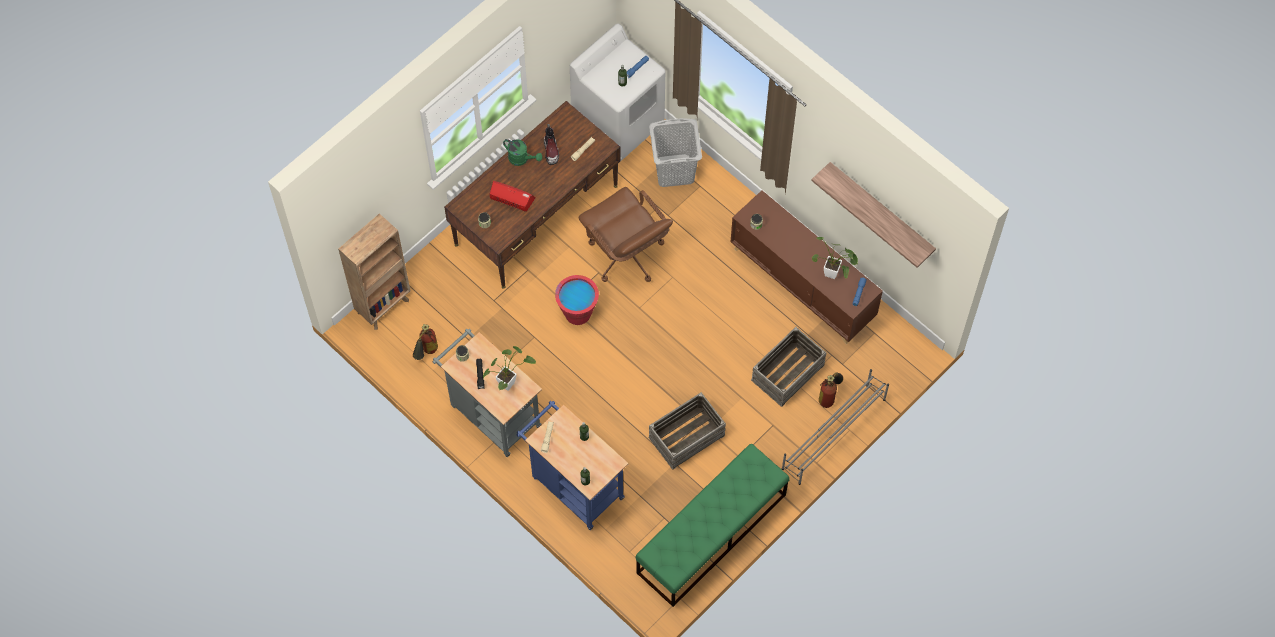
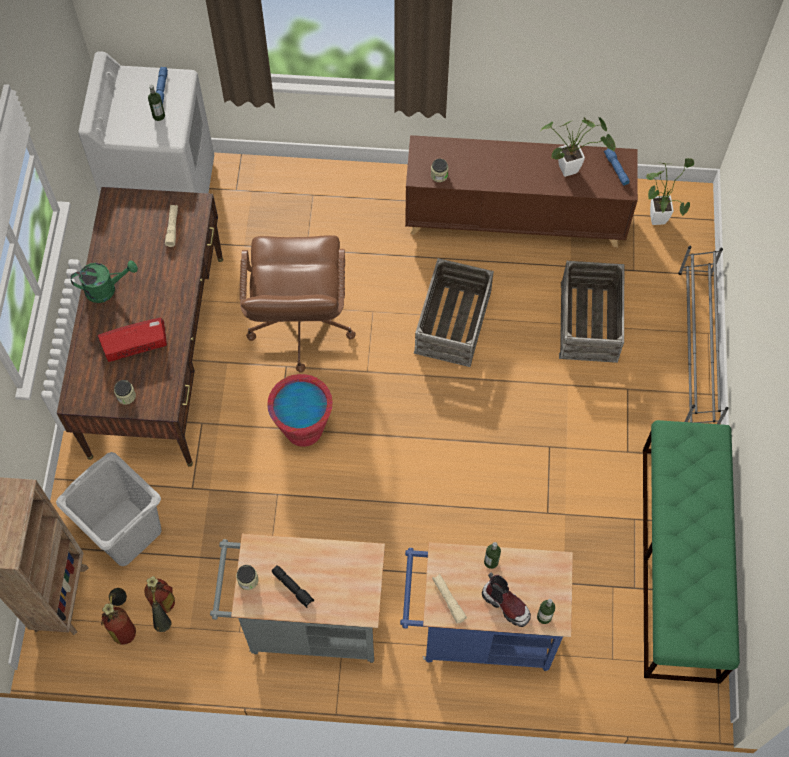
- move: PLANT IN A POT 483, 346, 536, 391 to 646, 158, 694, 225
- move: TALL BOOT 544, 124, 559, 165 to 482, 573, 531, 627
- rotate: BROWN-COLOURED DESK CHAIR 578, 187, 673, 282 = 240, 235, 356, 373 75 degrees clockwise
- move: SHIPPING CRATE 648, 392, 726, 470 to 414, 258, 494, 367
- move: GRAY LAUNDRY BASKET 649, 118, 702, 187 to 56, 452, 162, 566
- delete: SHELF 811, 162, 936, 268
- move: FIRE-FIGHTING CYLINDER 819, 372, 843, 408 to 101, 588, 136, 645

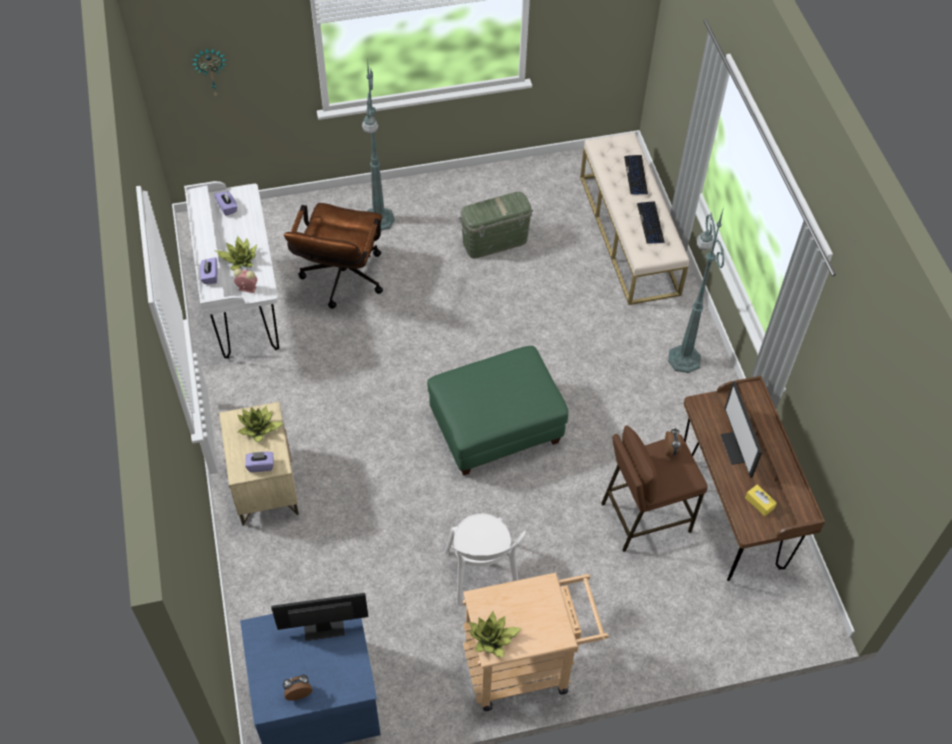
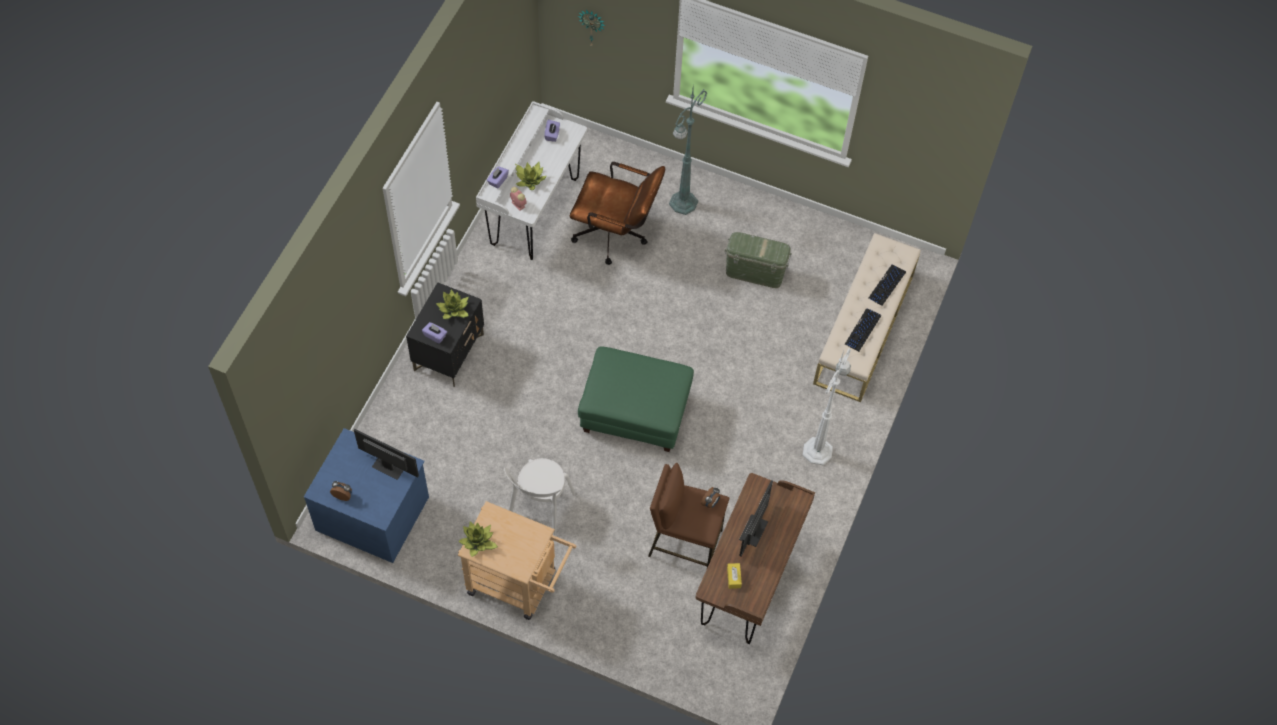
- recolor: BEIGE NIGHTSTAND 219, 402, 299, 526 to BLACK NIGHTSTAND 406, 282, 484, 387
- rotate: BROWN-COLOURED DESK CHAIR 284, 203, 383, 309 = 570, 162, 665, 265 120 degrees counterclockwise
- recolor: GREEN-COLOURED STANDARD LAMP 668, 207, 724, 373 to WHITE STANDARD LAMP 803, 348, 851, 465

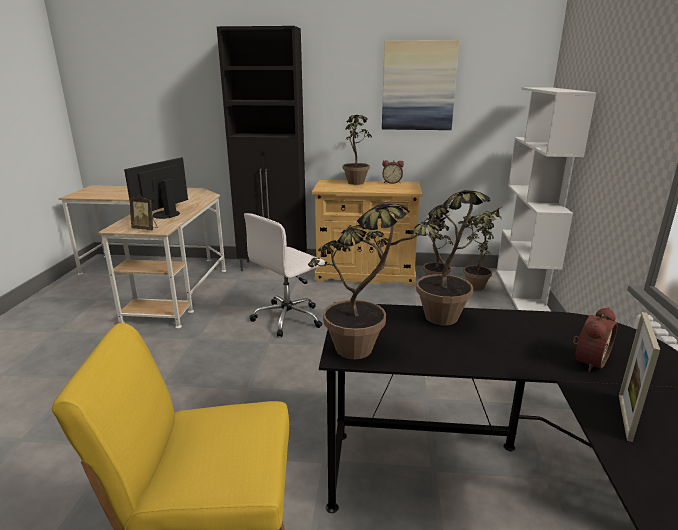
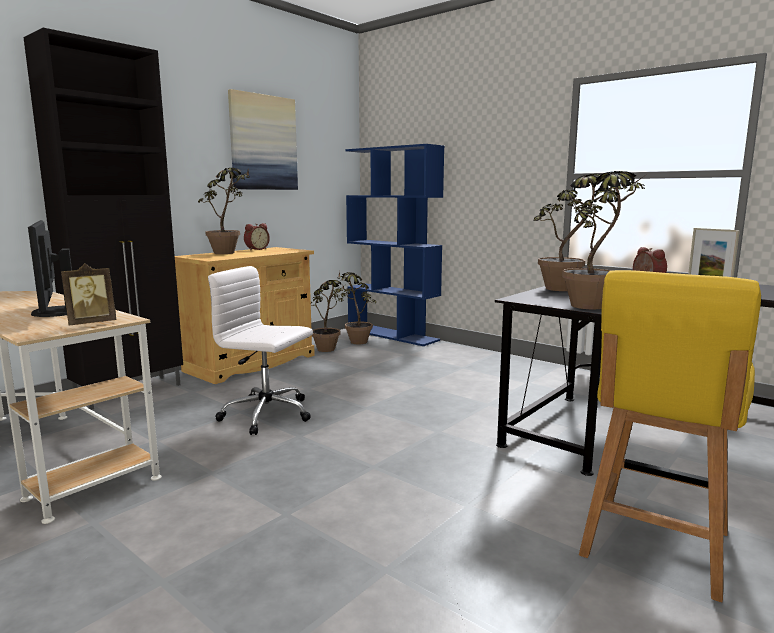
- rotate: WHITE DESK CHAIR 244, 213, 325, 337 = 208, 266, 313, 435 120 degrees clockwise
- recolor: WHITE BOOKCASE 497, 87, 596, 311 to BLUE-COLOURED BOOKCASE 345, 144, 444, 346

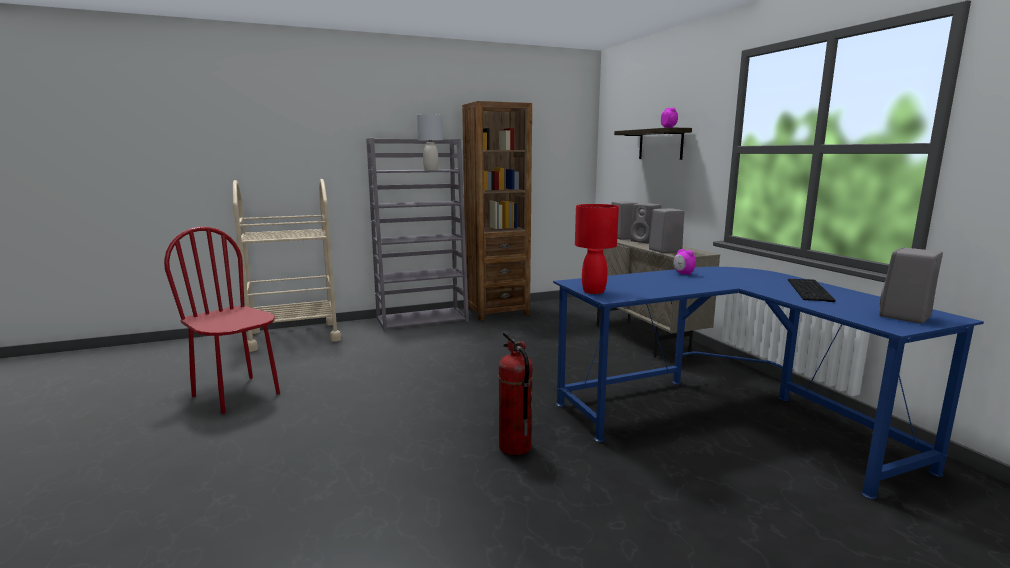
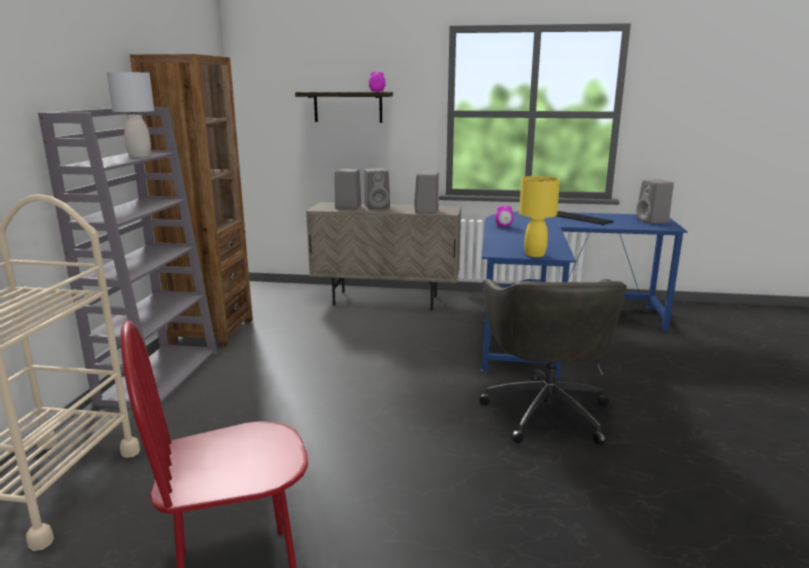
- replace: FIRE-FIGHTING CYLINDER 498, 331, 533, 455 to GRAY DESK CHAIR 479, 279, 627, 445
- recolor: RED-COLOURED LAMP FOR A TABLE 575, 204, 619, 294 to YELLOW-COLOURED LAMP FOR A TABLE 519, 176, 560, 257

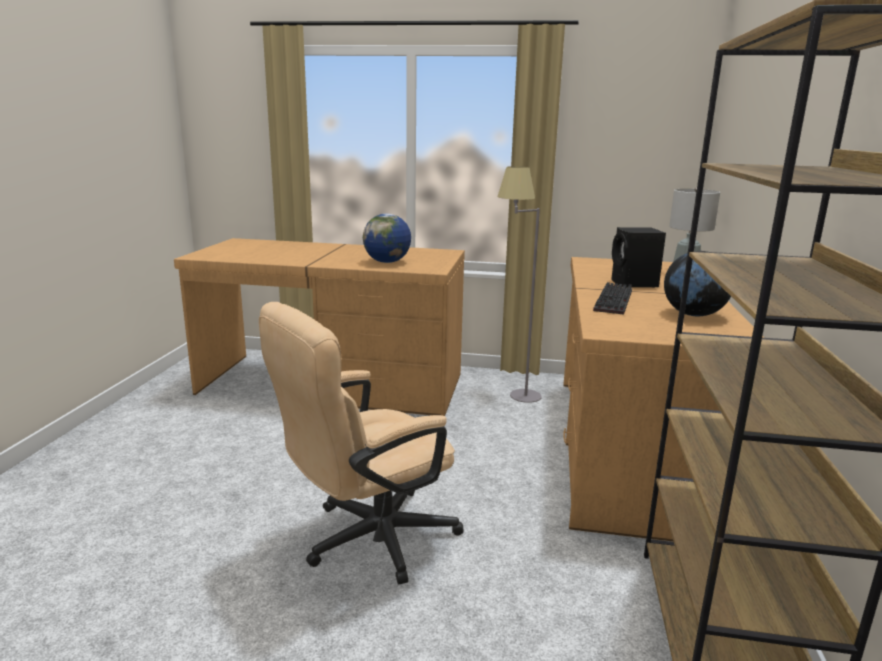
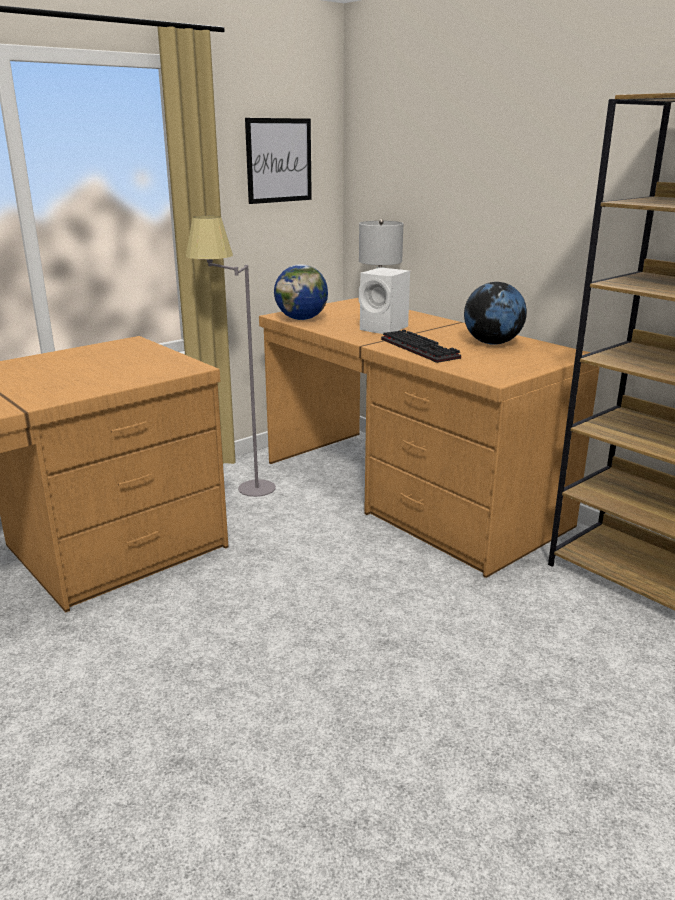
- delete: BEIGE DESK CHAIR 259, 302, 463, 584
- move: GLOBE 363, 214, 411, 263 to 274, 264, 328, 320
- recolor: BLACK AUDIO SPEAKER 611, 227, 666, 288 to WHITE AUDIO SPEAKER 359, 267, 410, 334
- insert: WALL PICTURE 245, 118, 312, 204

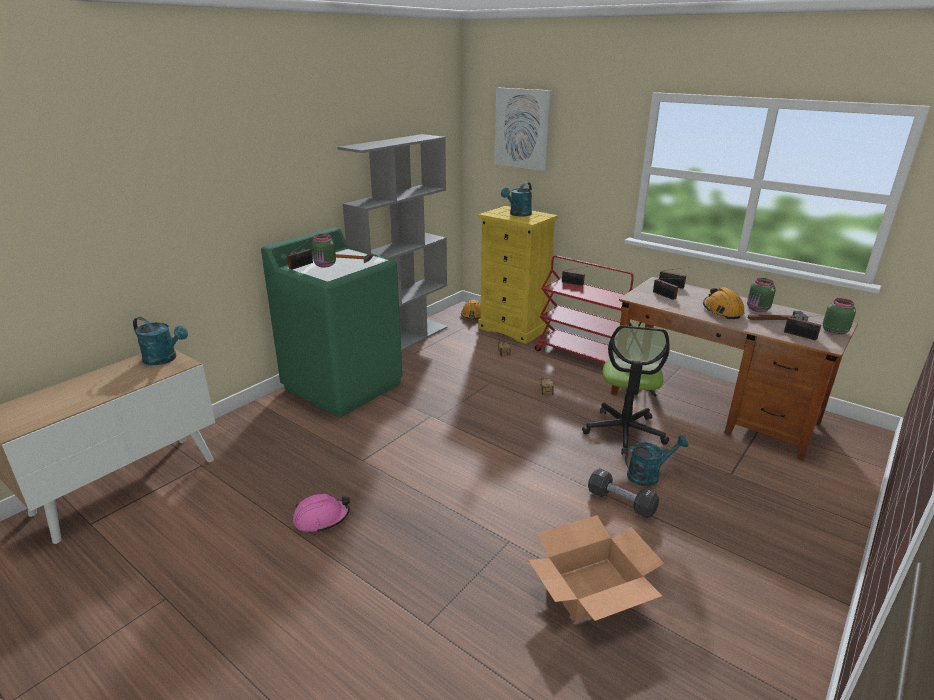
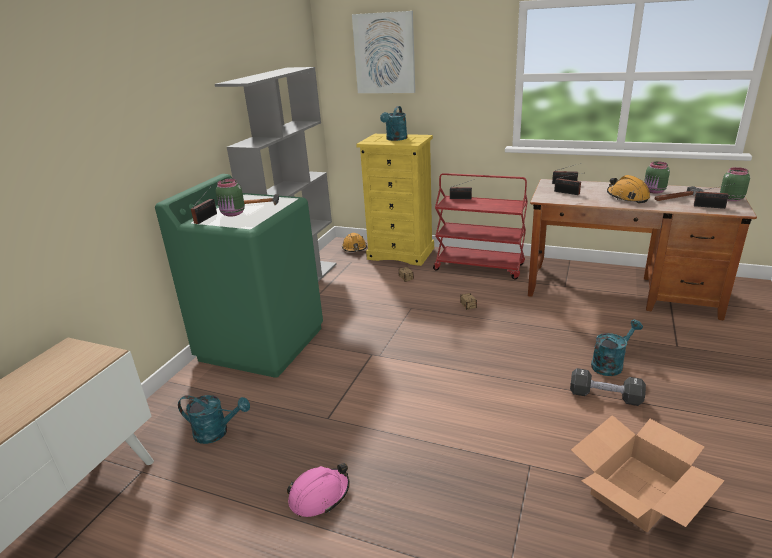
- move: BLUE-GREEN SPRINKLING CAN 133, 317, 188, 365 to 178, 395, 250, 444
- delete: DESK CHAIR 582, 325, 670, 455

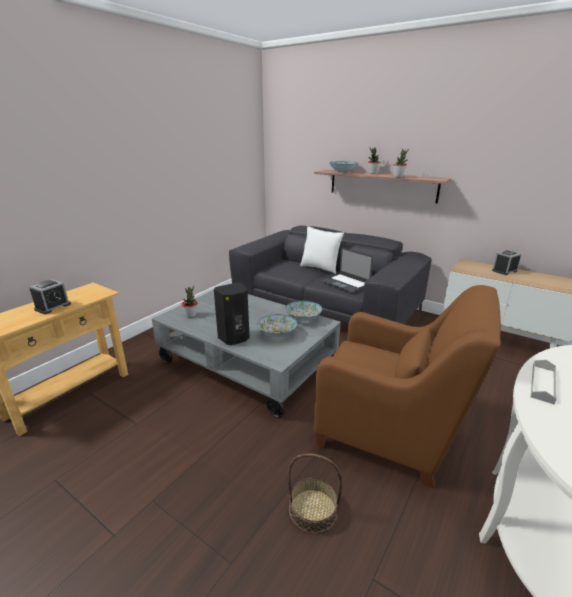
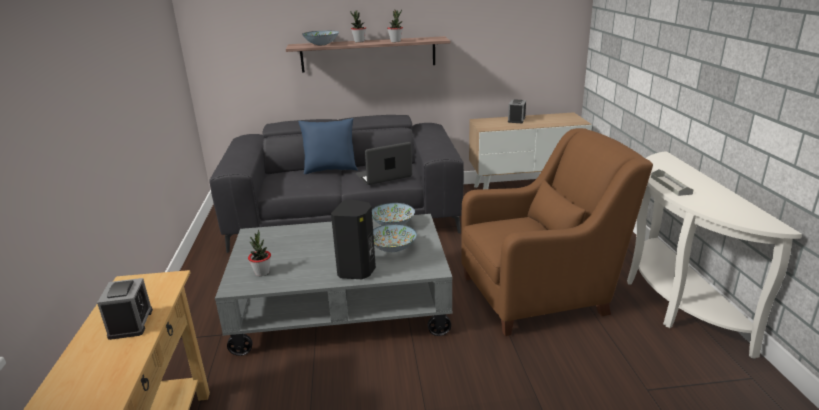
- delete: STORAGE BASKET 288, 454, 342, 534
- recolor: WHITE THROW PILLOW 300, 226, 344, 274 to BLUE-COLOURED THROW PILLOW 298, 118, 358, 174
- rotate: PORTABLE COMPUTER 322, 247, 373, 292 = 356, 142, 412, 185 150 degrees clockwise

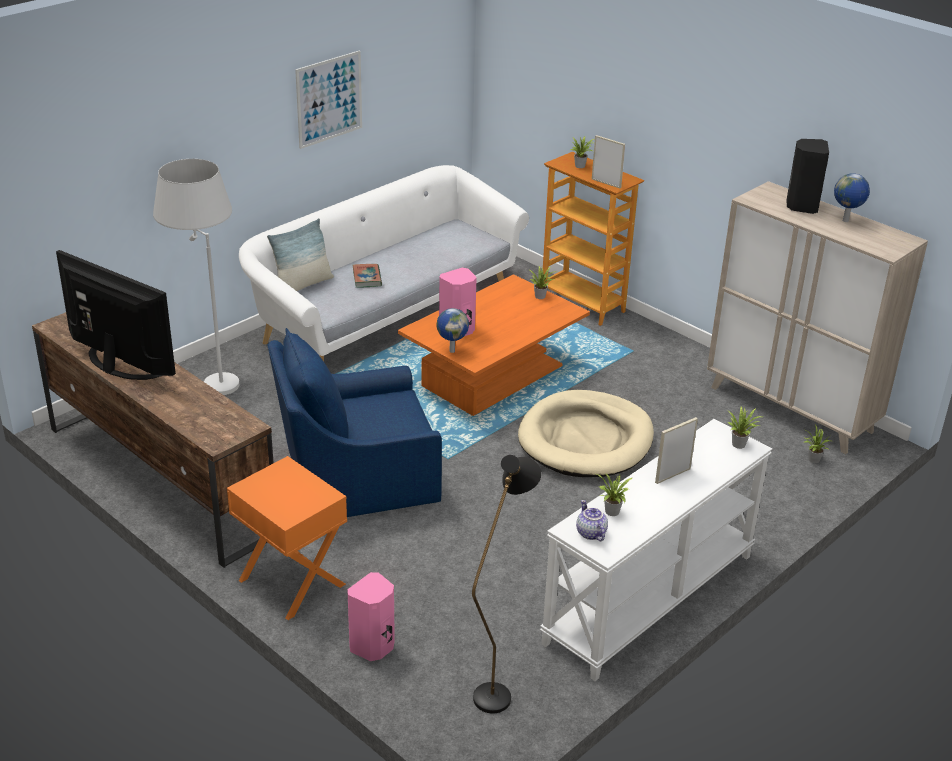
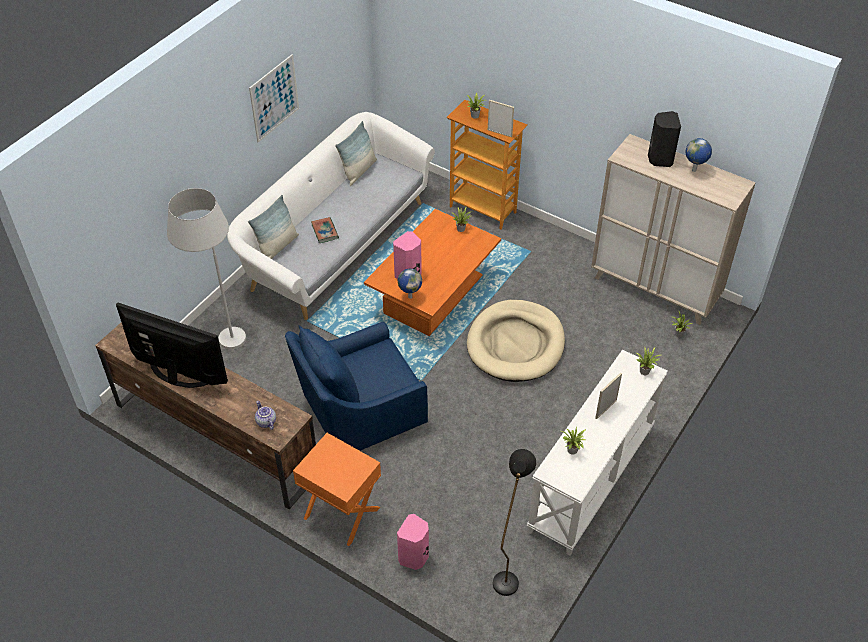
- move: TEA POT 576, 500, 608, 541 to 255, 401, 276, 430
- insert: THROW PILLOW 335, 121, 377, 186

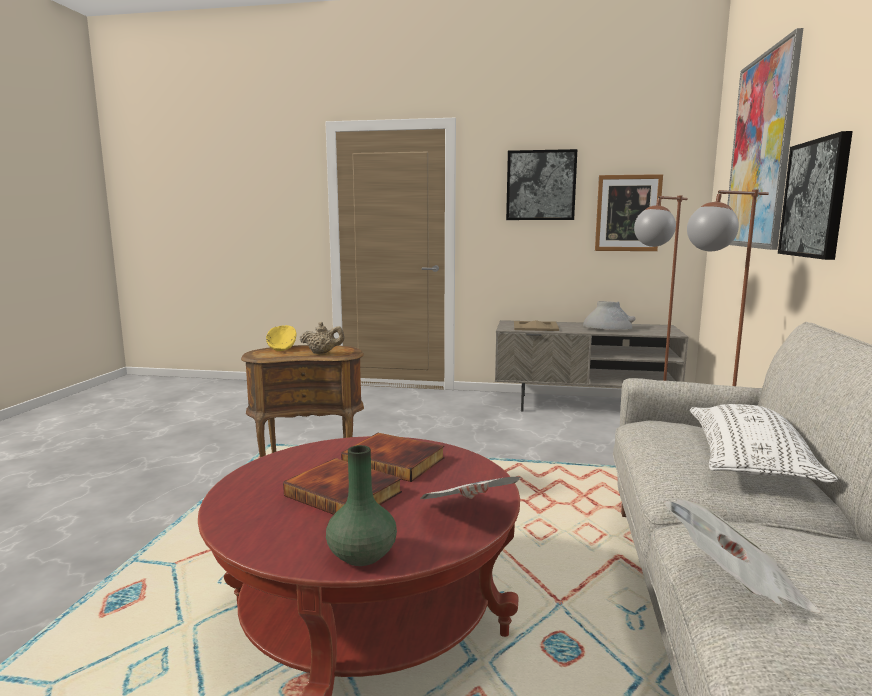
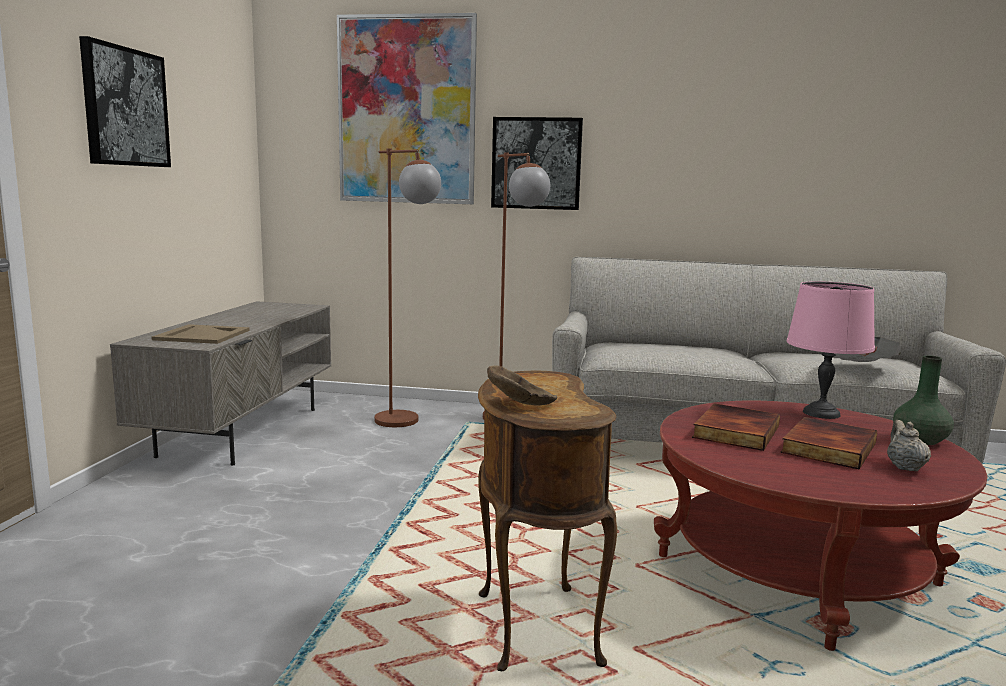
- recolor: YELLOW-COLOURED DEEP DISH 266, 325, 297, 351 to BROWN-COLOURED DEEP DISH 487, 365, 557, 405
- move: BEIGE TEA POT 300, 322, 345, 354 to 887, 420, 931, 471
- replace: PRINTED PAPER 420, 477, 521, 499 to PINKISH LAMP FOR A TABLE 786, 281, 875, 419
- delete: GRAY FLOWER VASE 583, 301, 635, 330
- delete: WALL PICTURE 595, 174, 663, 251
- delete: WHITE THROW PILLOW 690, 404, 838, 483

